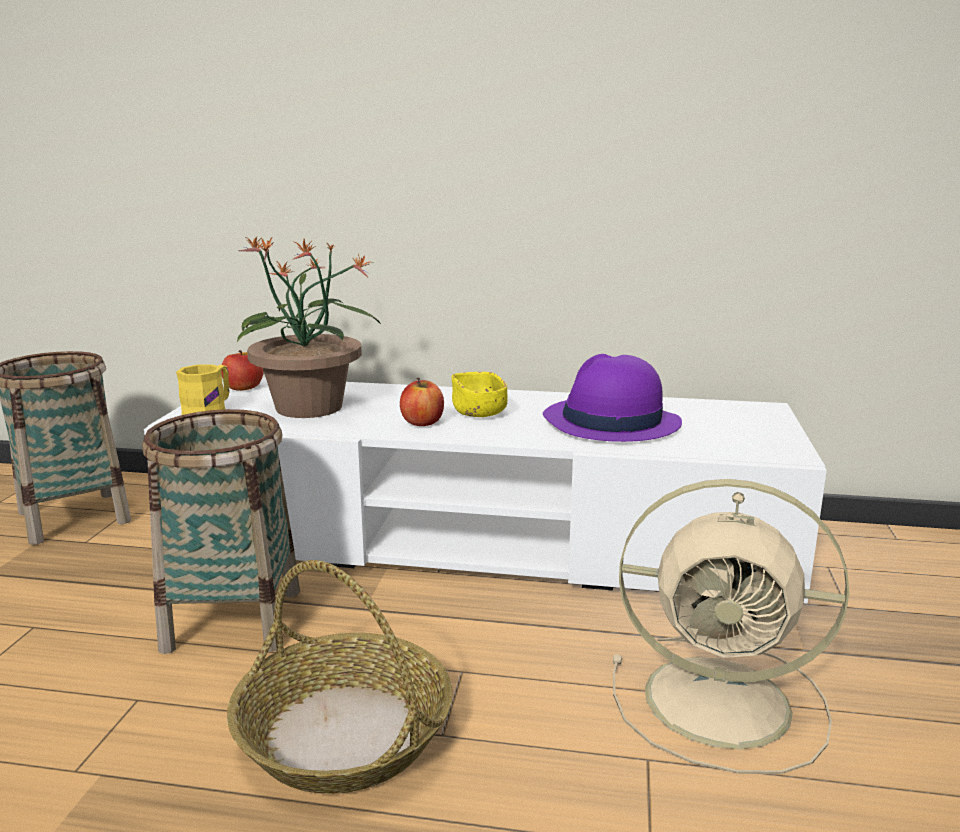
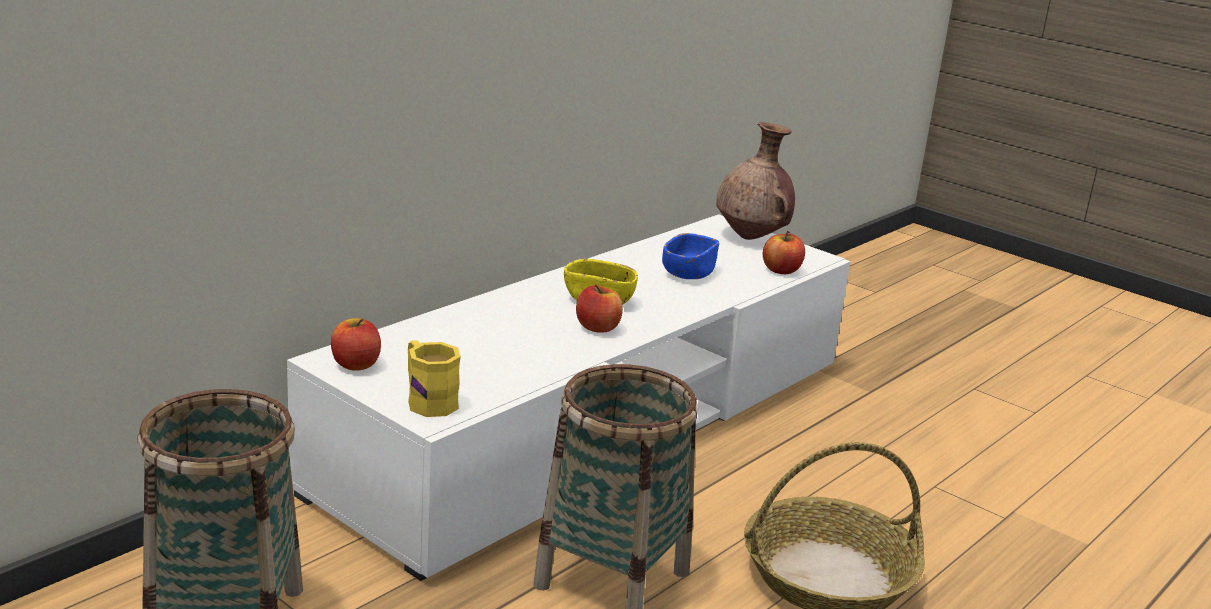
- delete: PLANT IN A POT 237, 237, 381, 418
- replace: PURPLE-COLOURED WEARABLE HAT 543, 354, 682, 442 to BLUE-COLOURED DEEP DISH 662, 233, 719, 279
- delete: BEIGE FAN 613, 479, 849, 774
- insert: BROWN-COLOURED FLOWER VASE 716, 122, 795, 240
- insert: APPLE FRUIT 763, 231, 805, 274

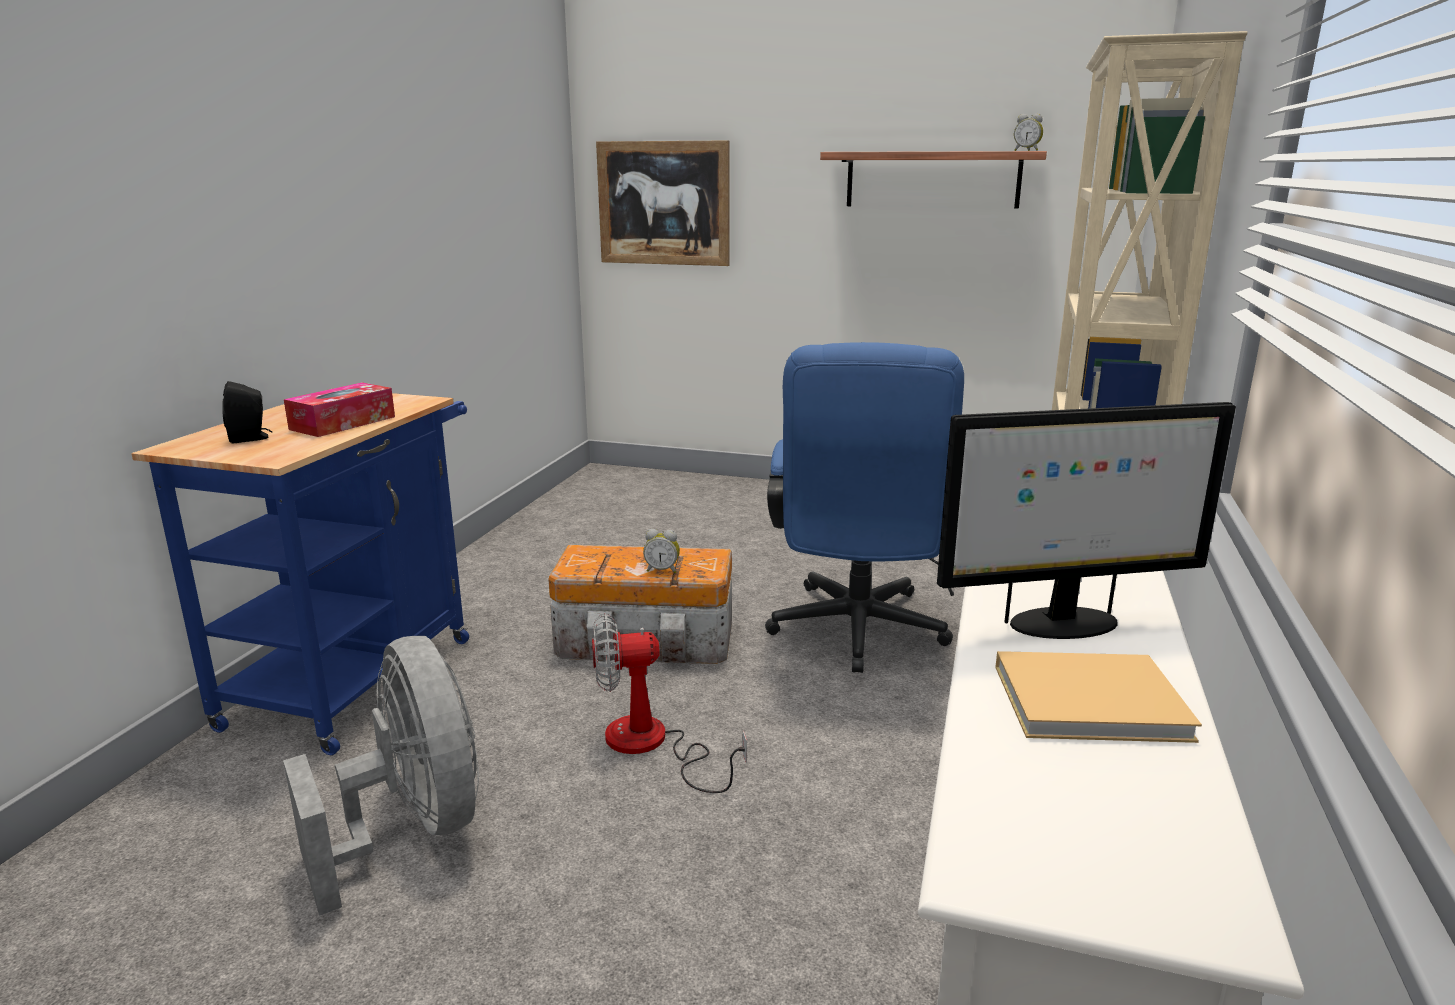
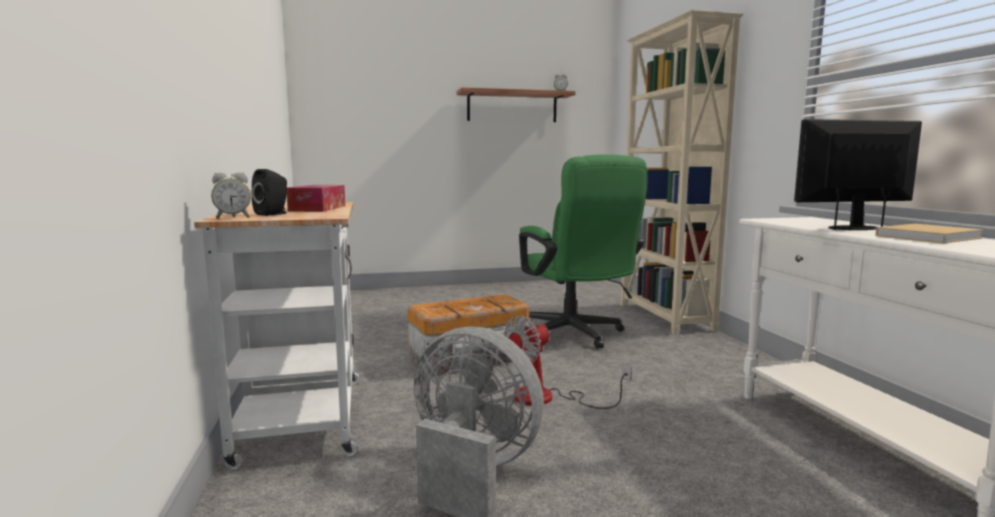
- recolor: BLUE-COLOURED CART 131, 393, 469, 755 to WHITE CART 194, 202, 359, 470
- delete: WALL PICTURE 596, 140, 730, 266
- move: ALARM CLOCK 643, 529, 680, 573 to 211, 172, 251, 219
- recolor: BLUE-COLOURED DESK CHAIR 765, 342, 964, 673 to GREEN-COLOURED DESK CHAIR 519, 154, 648, 349
- rotate: COMPUTER SCREEN 937, 402, 1236, 639 = 794, 119, 922, 230 150 degrees counterclockwise

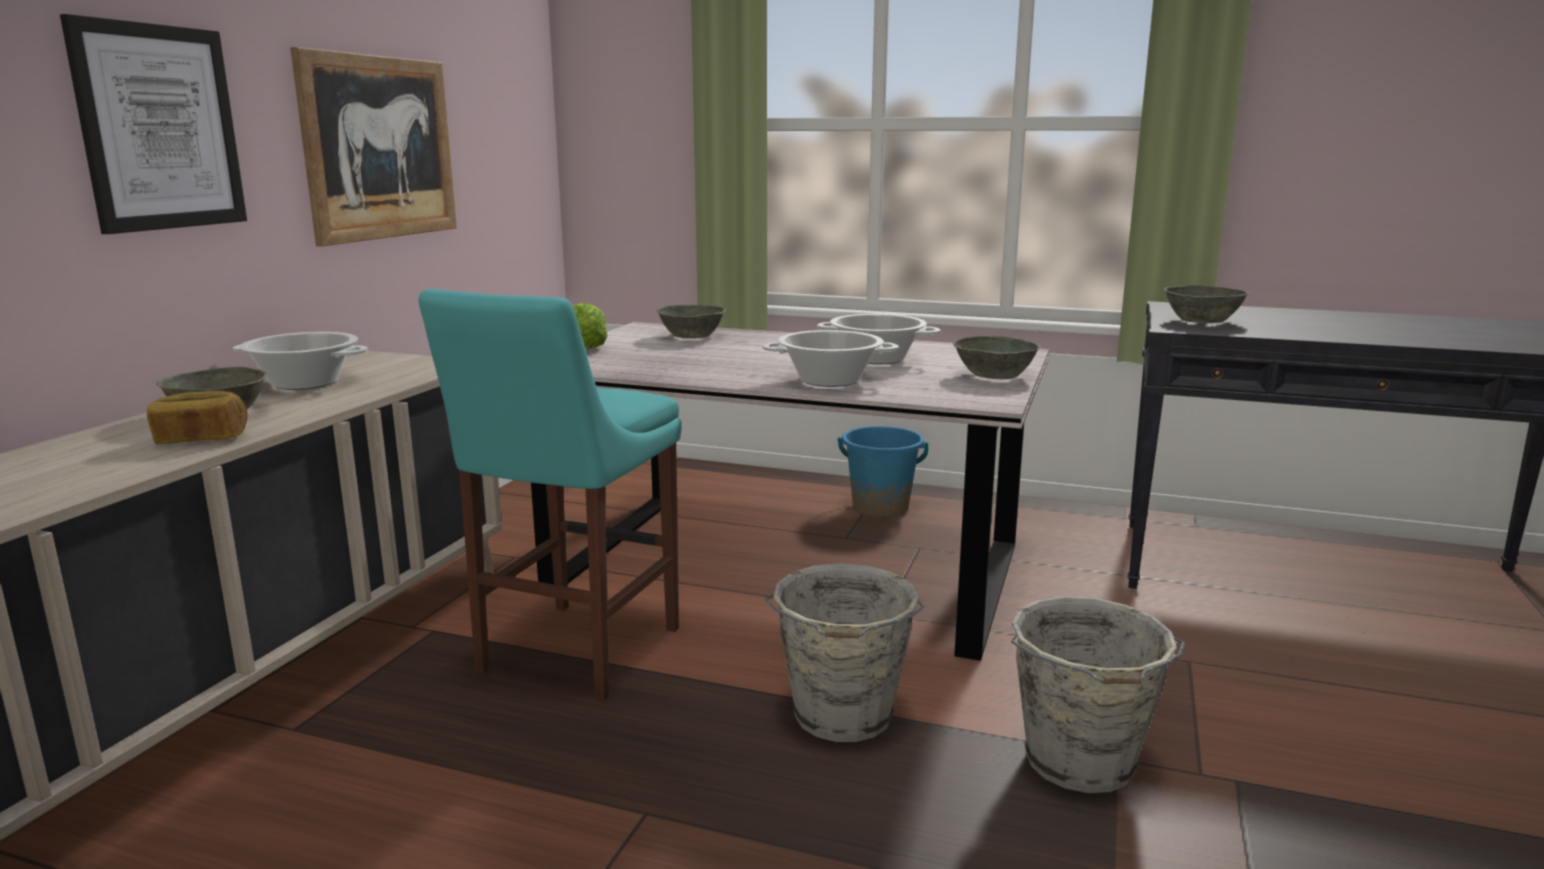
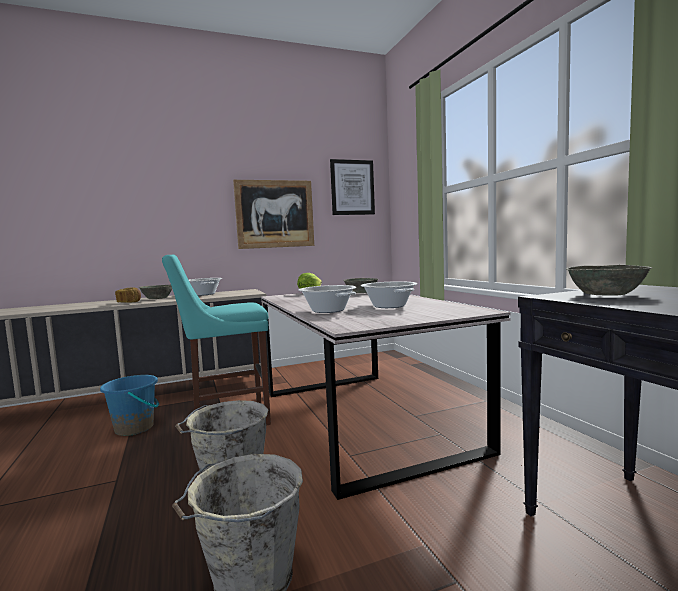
- move: WALL PICTURE 60, 14, 247, 234 to 330, 159, 375, 215
- move: BLUE-COLOURED BUCKET 837, 426, 928, 518 to 100, 375, 159, 436
- delete: GRAY DEEP DISH 953, 336, 1041, 379

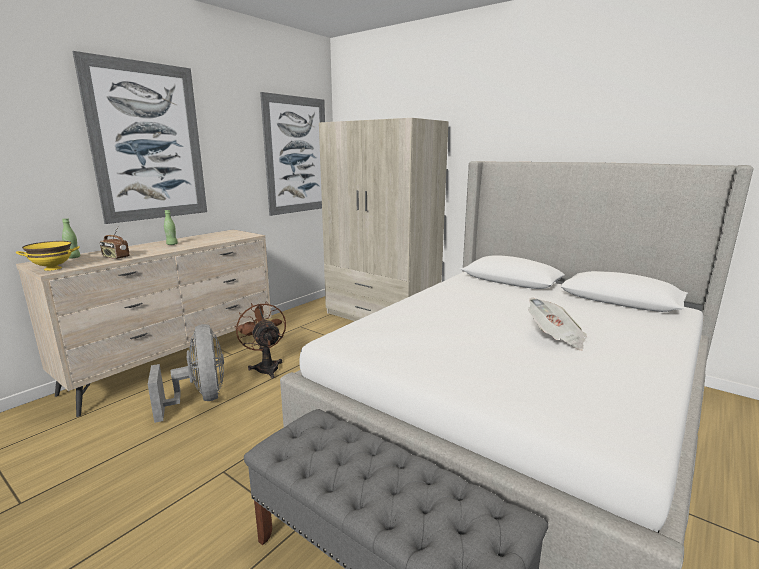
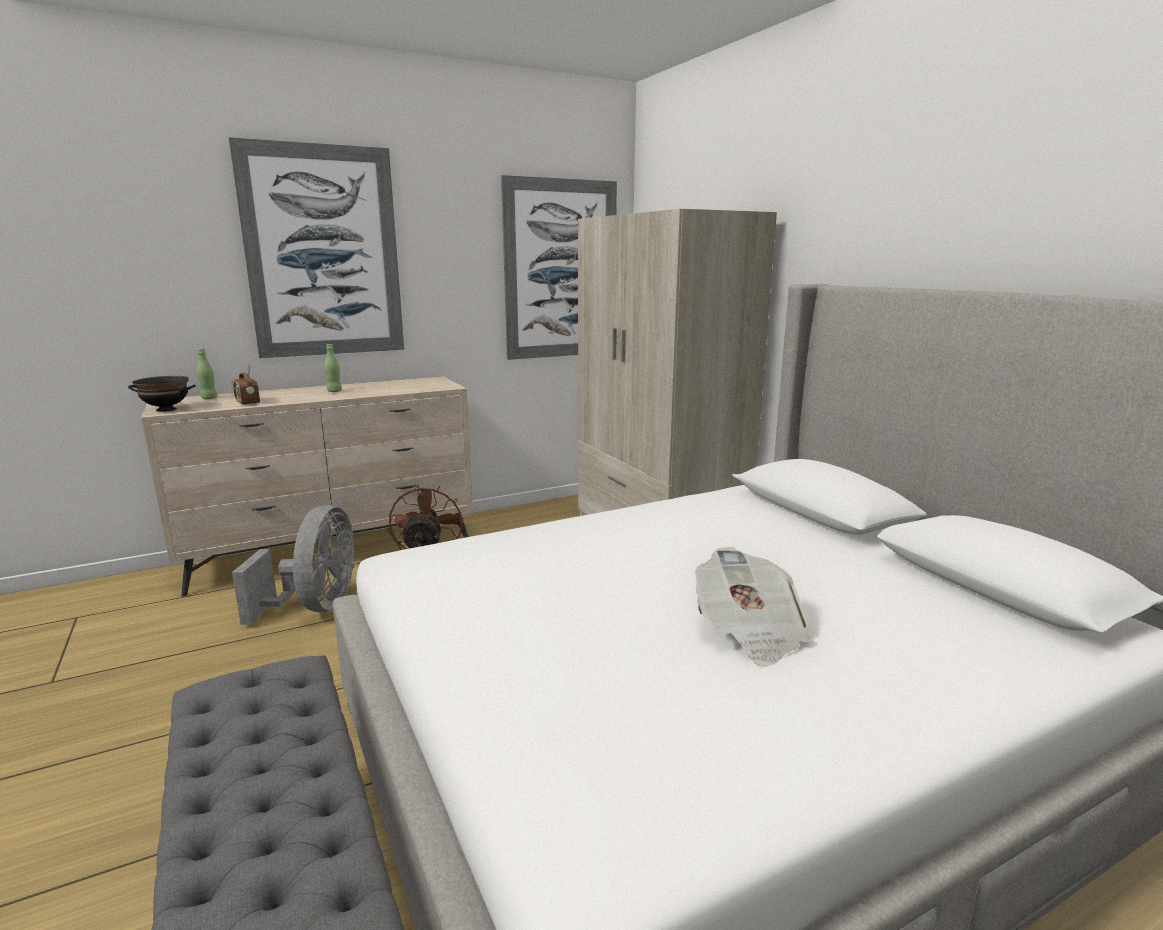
- recolor: YELLOW-COLOURED DEEP DISH 16, 241, 80, 271 to BLACK DEEP DISH 128, 376, 196, 412

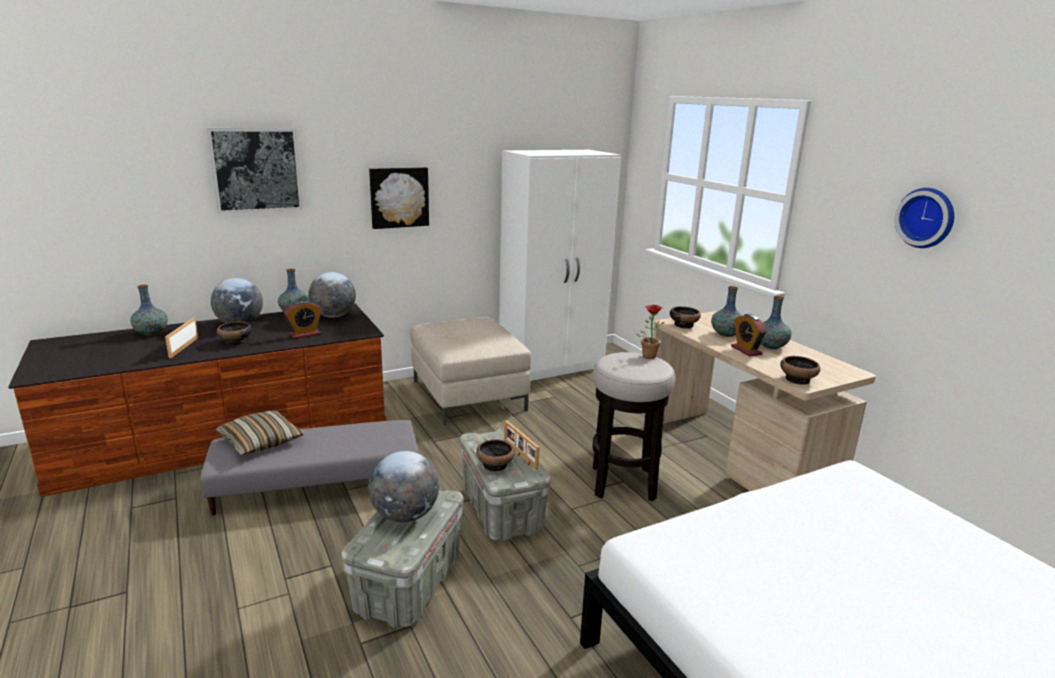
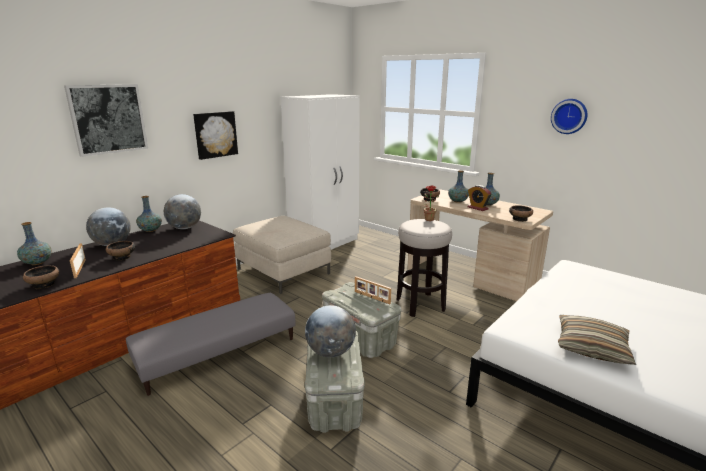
- move: THROW PILLOW 216, 411, 304, 455 to 558, 315, 636, 365
- delete: ALARM CLOCK 284, 301, 322, 339
- move: DEEP DISH 476, 439, 515, 471 to 23, 265, 59, 289

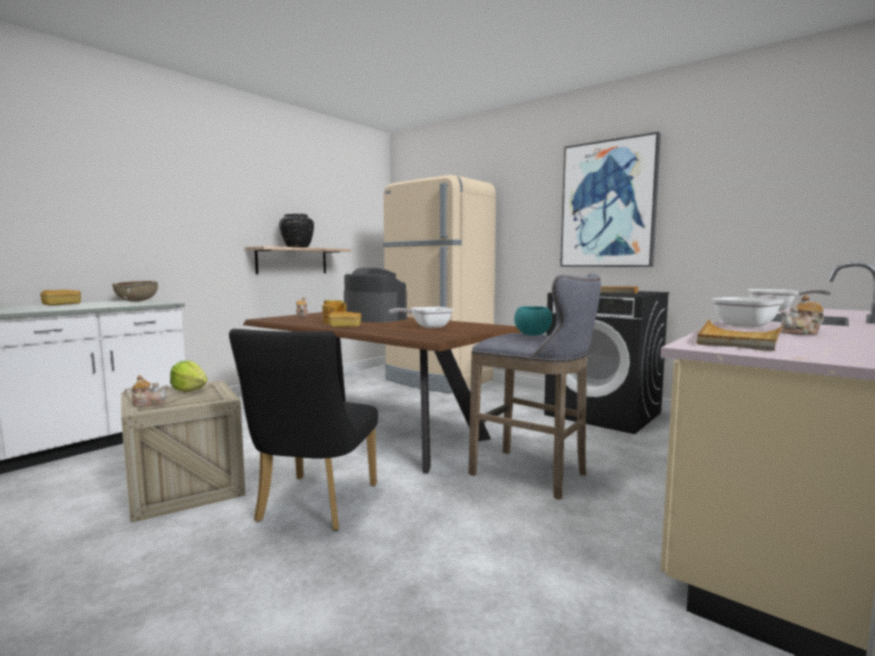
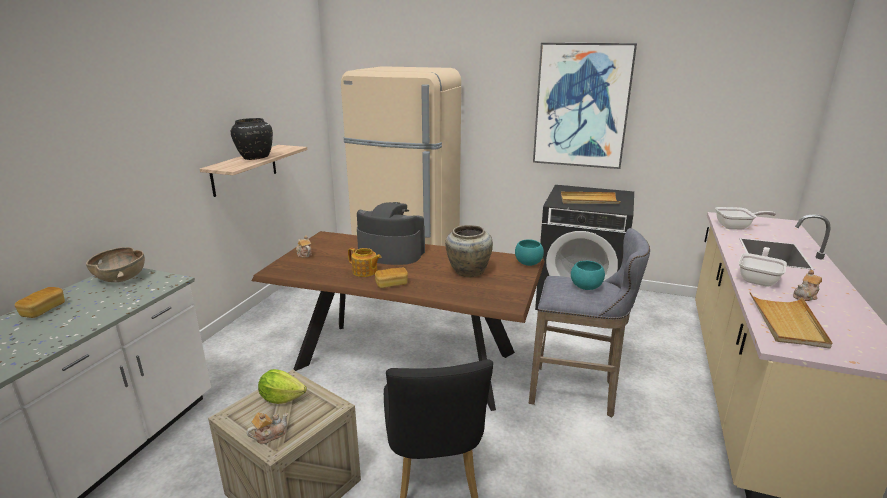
- replace: PAN 389, 307, 453, 328 to BEIGE FLOWER VASE 445, 225, 493, 277
- insert: BLUE-GREEN DEEP DISH 515, 239, 544, 266

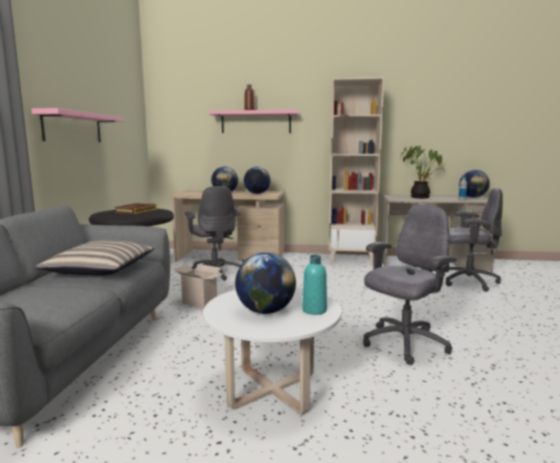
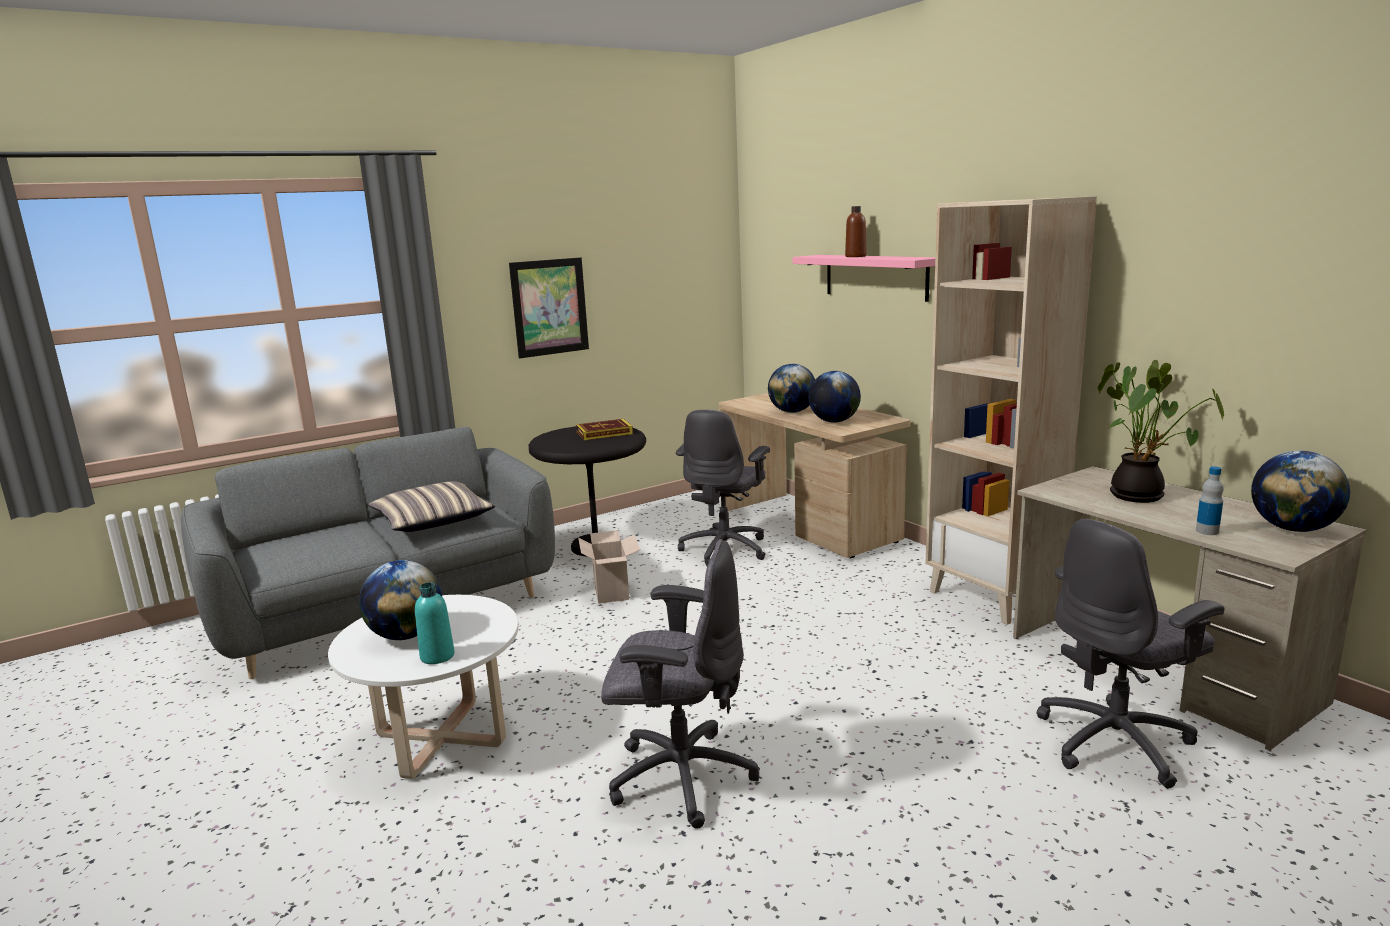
- replace: PINKISH SHELF 31, 108, 124, 142 to WALL PICTURE 509, 257, 589, 358
- rotate: GRAY DESK CHAIR 444, 188, 503, 292 = 1036, 519, 1225, 788 90 degrees clockwise

